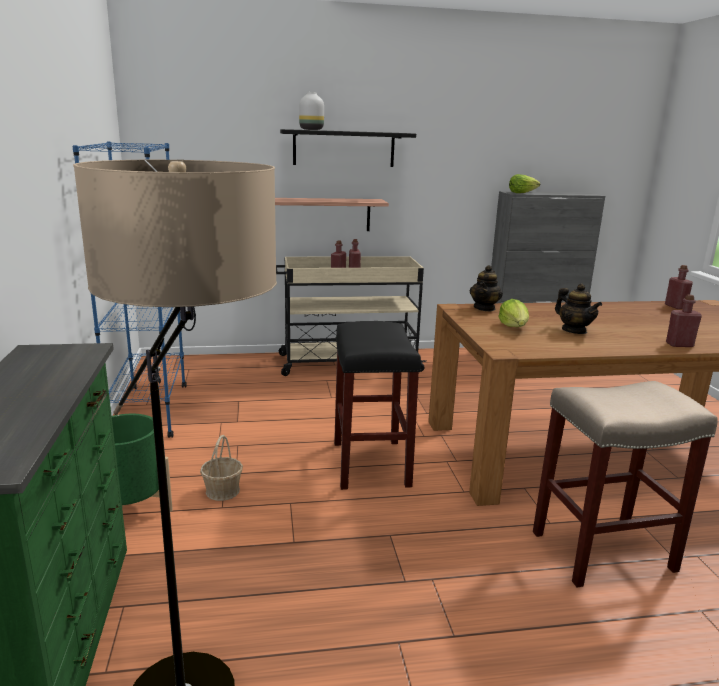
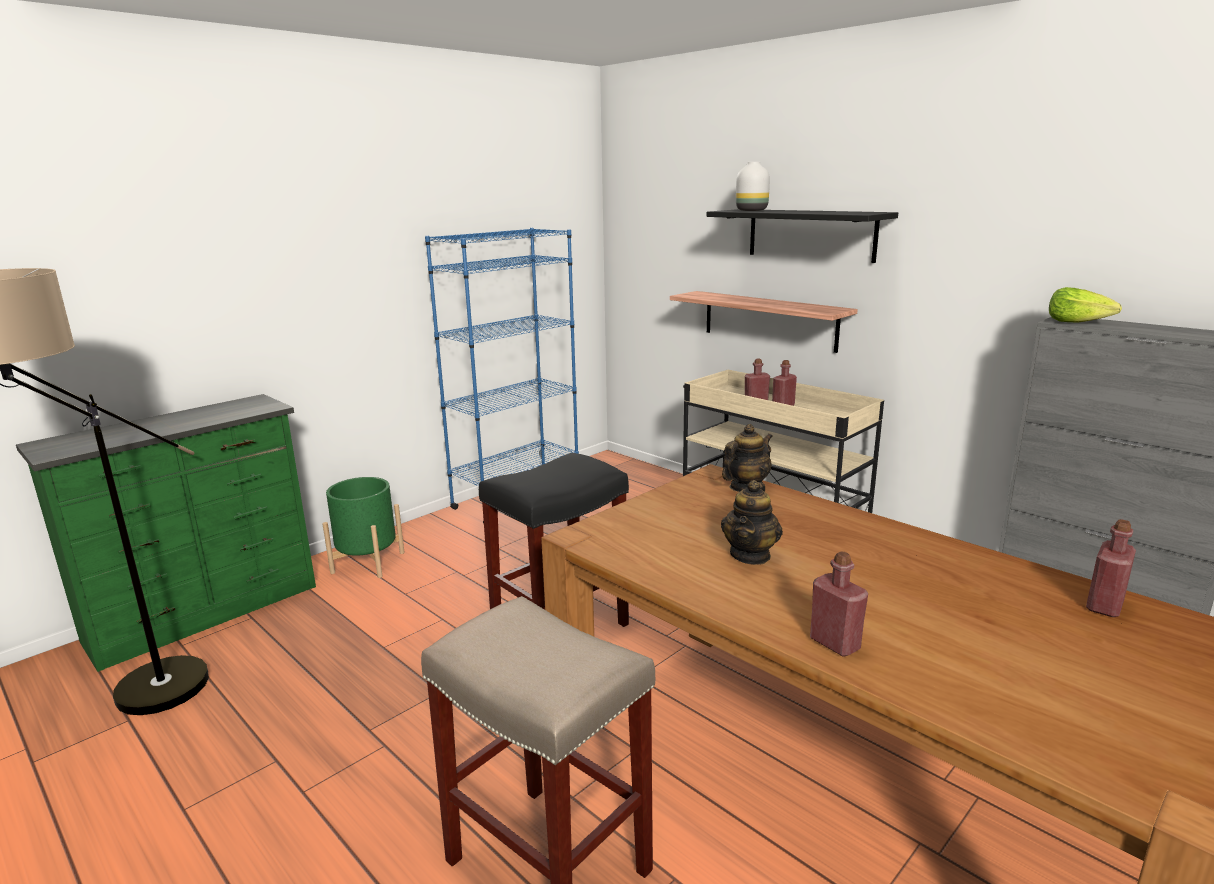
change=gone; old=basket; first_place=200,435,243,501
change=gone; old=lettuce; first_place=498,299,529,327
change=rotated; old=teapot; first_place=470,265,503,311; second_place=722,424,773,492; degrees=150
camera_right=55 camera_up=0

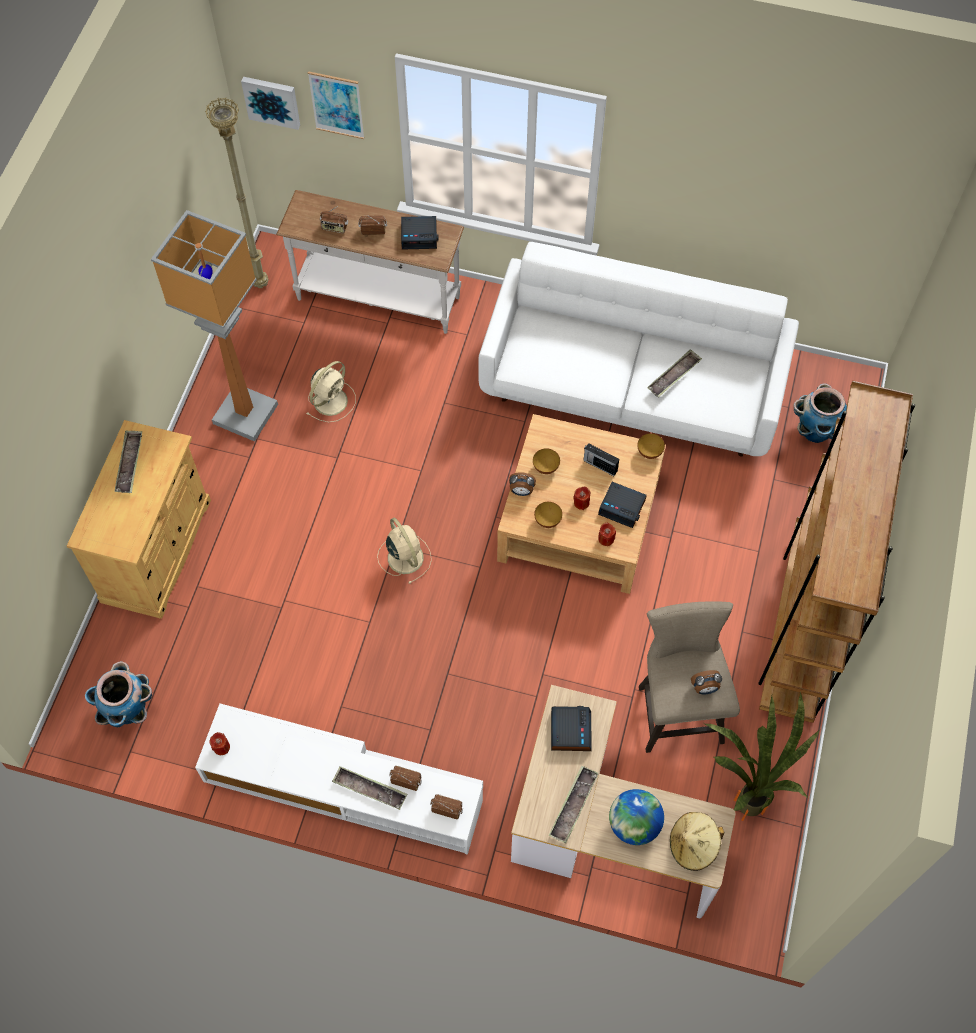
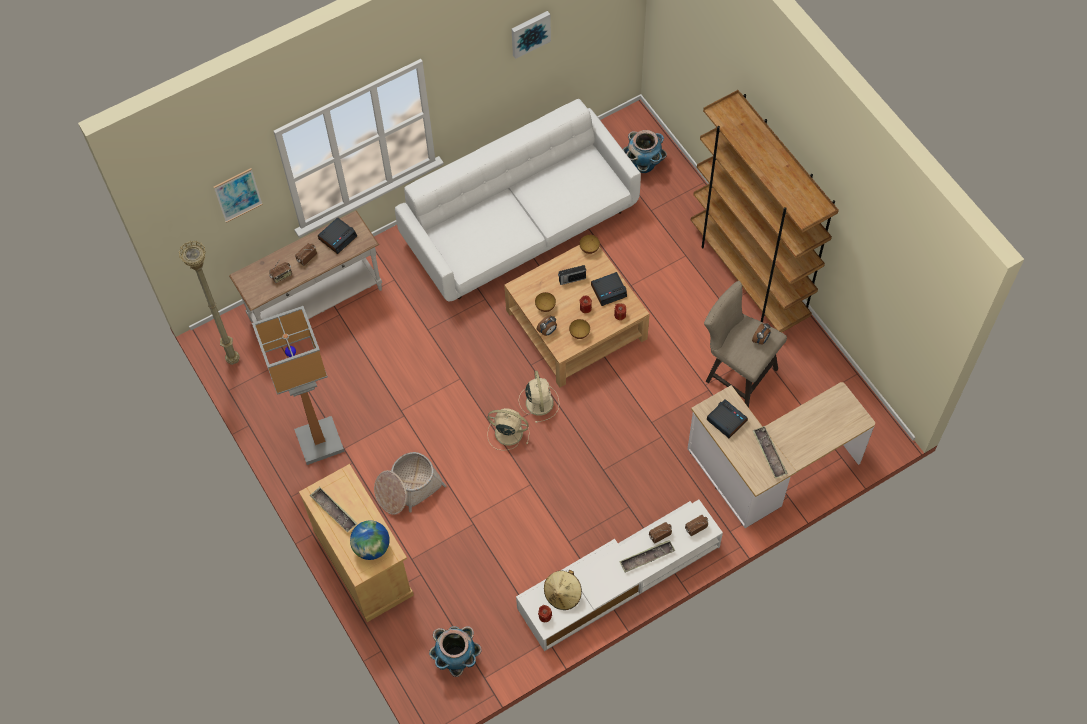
change=gone; old=tray; first_place=647,349,702,398
change=gone; old=potted plant; first_place=705,692,820,821
change=new; new=basket; second_place=374,452,447,515
change=shifted; old=picture; first_place=241,77,300,130; second_place=512,11,551,59
change=shifted; old=beige fan; first_place=306,361,356,422; second_place=519,371,559,423
change=shifted; old=globe; first_place=609,789,664,845; second_place=350,520,390,560
change=shifted; old=beige hat; first_place=670,812,725,871; second_place=544,570,582,610
camera_right=-45 camera_up=0

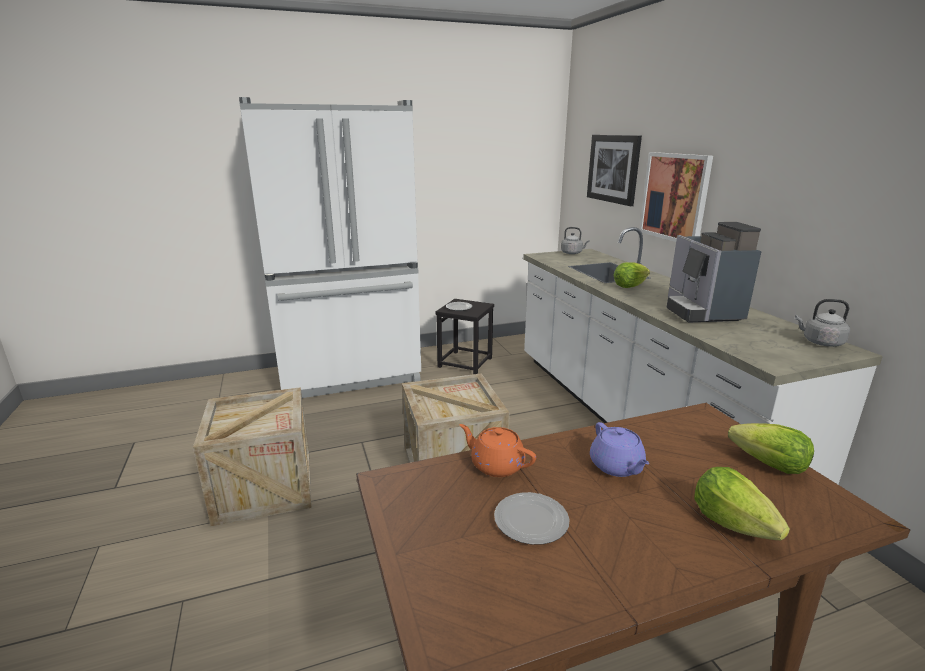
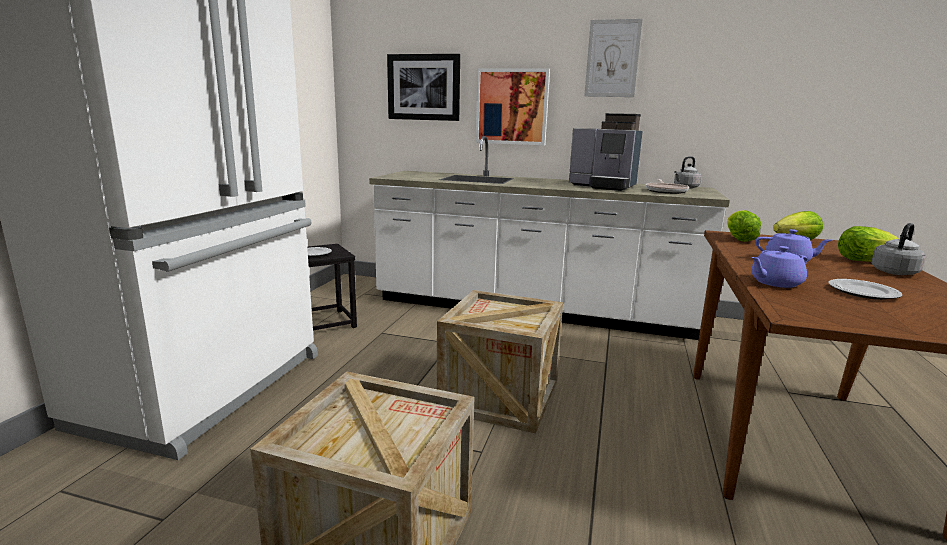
change=new; new=picture; second_place=584,19,643,97
change=new; new=frying pan; second_place=646,179,689,194
change=shifted; old=grey kettle; first_place=561,227,590,254; second_place=871,223,926,275
change=shifted; old=lettuce; first_place=614,262,650,288; second_place=727,210,761,242
change=repainted; old=orange teapot; new=purple teapot; first_place=459,424,536,477; second_place=751,246,807,288
camera_right=-55 camera_up=-5

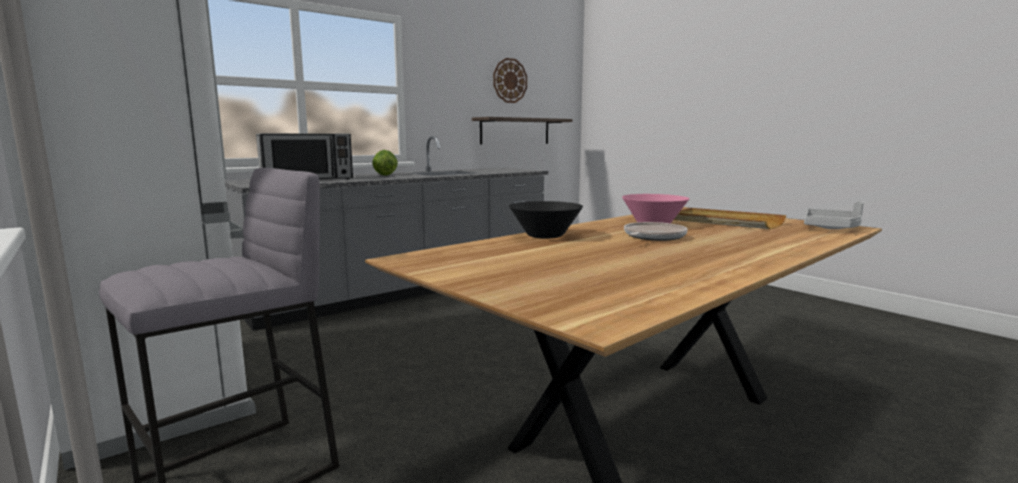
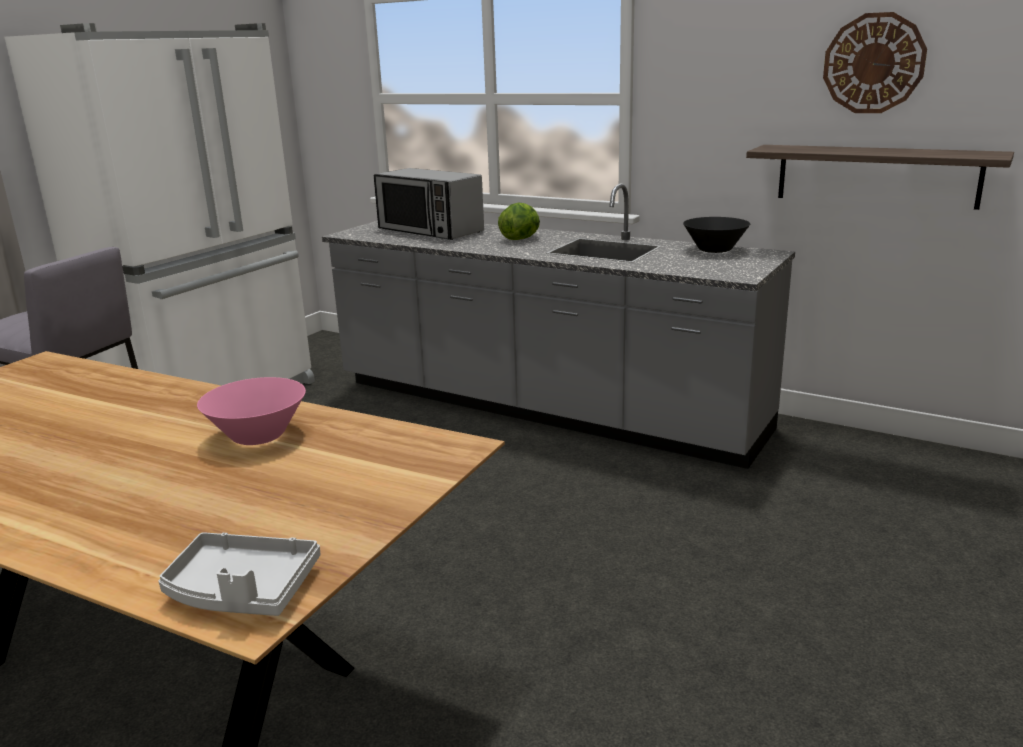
change=gone; old=frying pan; first_place=624,222,688,241
change=gone; old=beige tray; first_place=674,208,786,229
change=shifted; old=black bowl; first_place=509,201,583,239; second_place=683,217,750,253
camera_right=70 camera_up=10

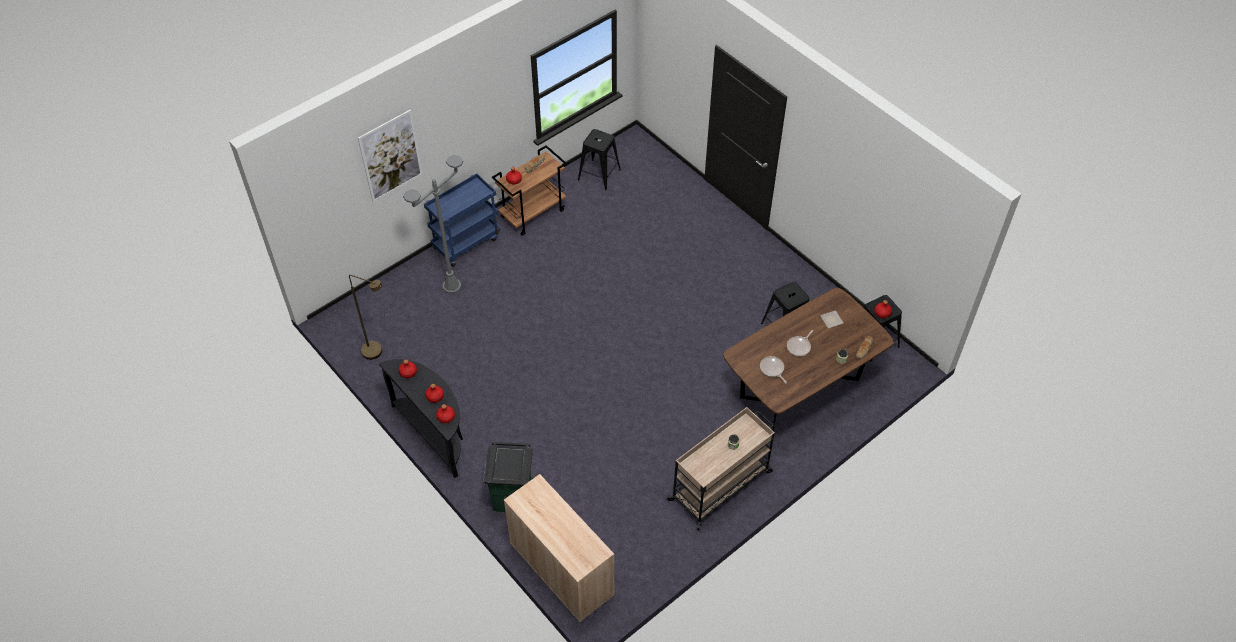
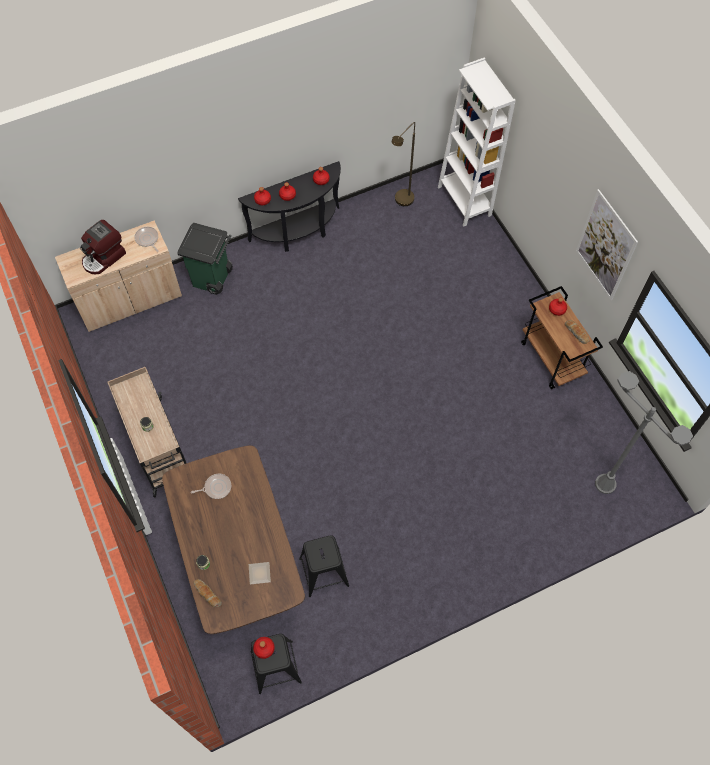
change=gone; old=blue cart; first_place=424,173,500,267
change=gone; old=black stool; first_place=578,129,621,190
change=new; new=coffee machine; second_place=80,220,126,274
change=new; new=white bookcase; second_place=438,58,516,227
change=shifted; old=picture; first_place=358,109,423,202; second_place=576,189,638,300
change=shifted; old=grey floor lamp; first_place=403,155,464,293; second_place=595,371,693,494
change=shifted; old=frying pan; first_place=787,330,813,356; second_place=134,227,159,252
camera_right=105 camera_up=10

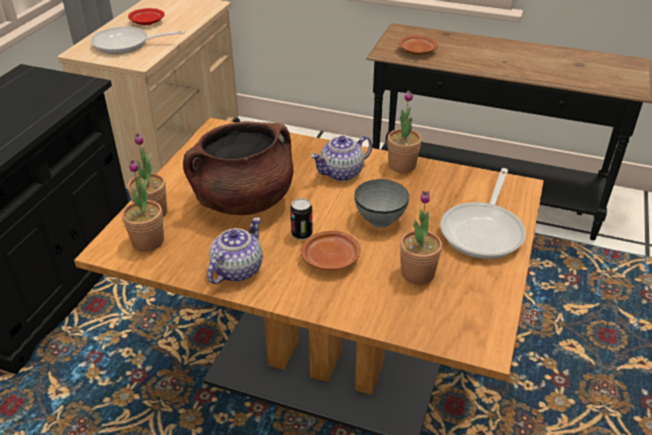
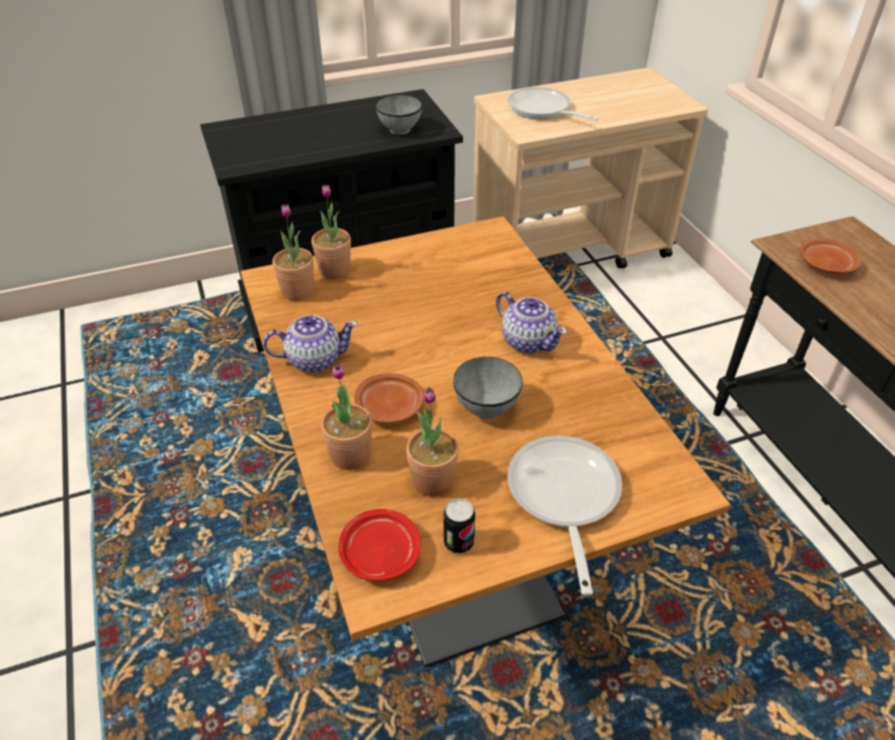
change=gone; old=brown cooking pot; first_place=183,121,293,215
change=new; new=grey bowl; second_place=376,95,422,135
change=shifted; old=red plate; first_place=128,8,165,25; second_place=338,509,421,581
change=shifted; old=can; first_place=290,198,313,240; second_place=444,498,475,554
change=shifted; old=potted plant; first_place=387,91,422,173; second_place=321,364,372,470
change=rotated; old=teapot; first_place=310,136,372,181; second_place=496,292,567,353; degrees=-150
change=rotated; old=frying pan; first_place=440,168,526,259; second_place=508,435,622,596; degrees=105
camera_right=50 camera_up=5

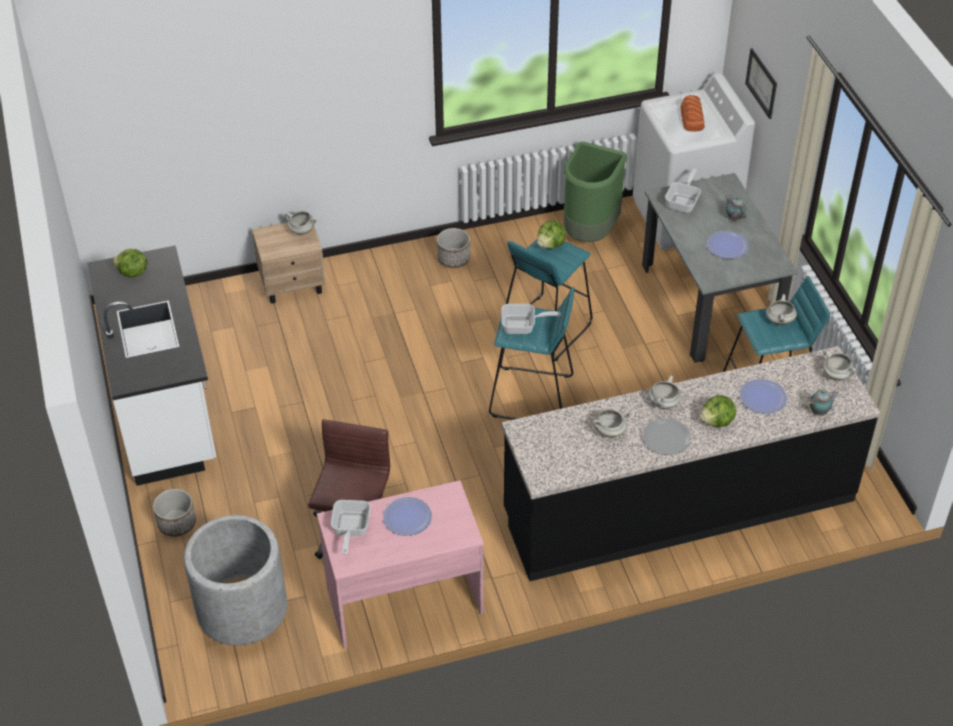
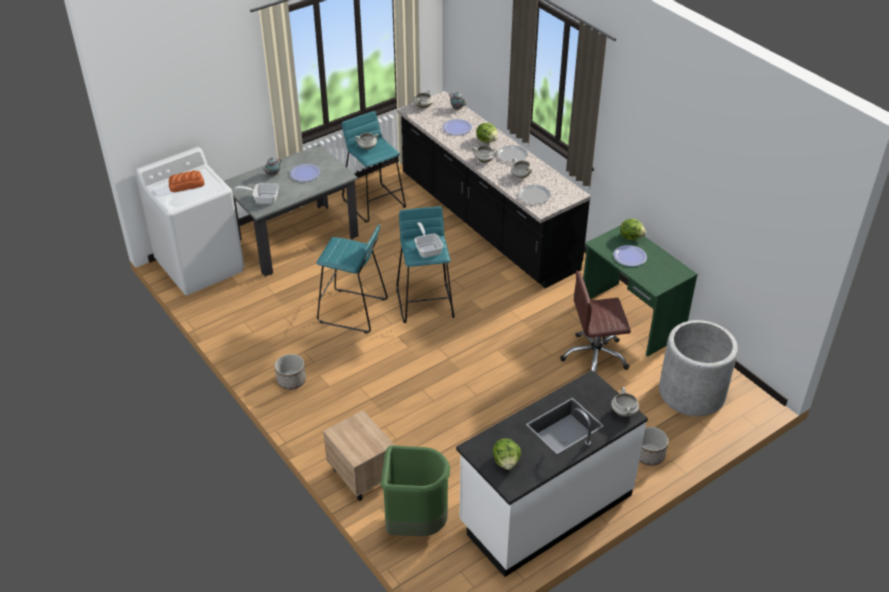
change=gone; old=frying pan; first_place=331,500,371,555
change=gone; old=picture; first_place=745,48,777,119
change=new; new=plate; second_place=518,184,551,204
change=shifted; old=white cooking pot; first_place=285,211,316,235; second_place=611,387,639,417
change=shifted; old=lettuce; first_place=537,221,566,249; second_place=620,219,646,240
change=shifted; old=green trash can; first_place=563,142,627,242; second_place=381,445,450,536
change=repainted; old=pink desk; new=green desk; first_place=317,480,484,648; second_place=583,225,698,357
camera_right=-110 camera_up=-5

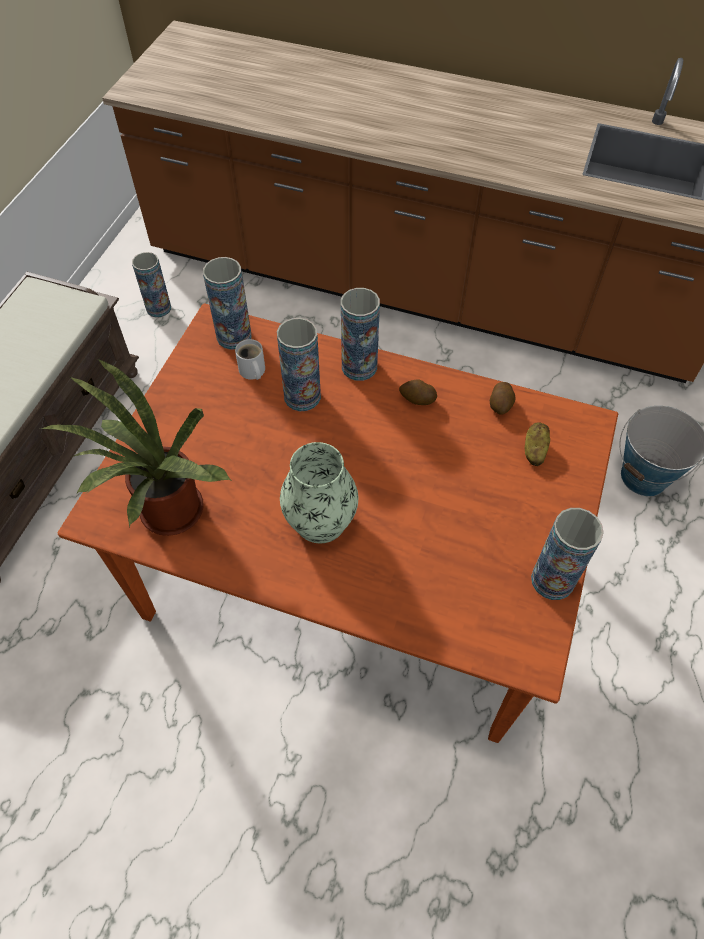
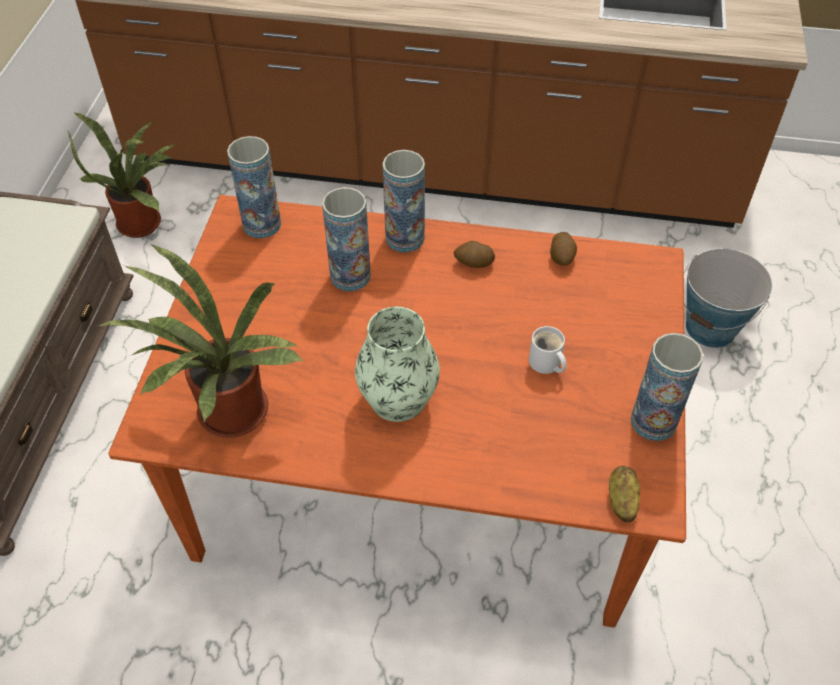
change=shifted; old=white mug; first_place=235,339,265,380; second_place=529,326,567,374
change=shifted; old=potato; first_place=525,422,550,466; second_place=609,466,640,522
change=swapped; old=vase; new=potted plant; first_place=132,252,171,318; second_place=68,112,178,238
camera_right=-10 camera_up=-5

